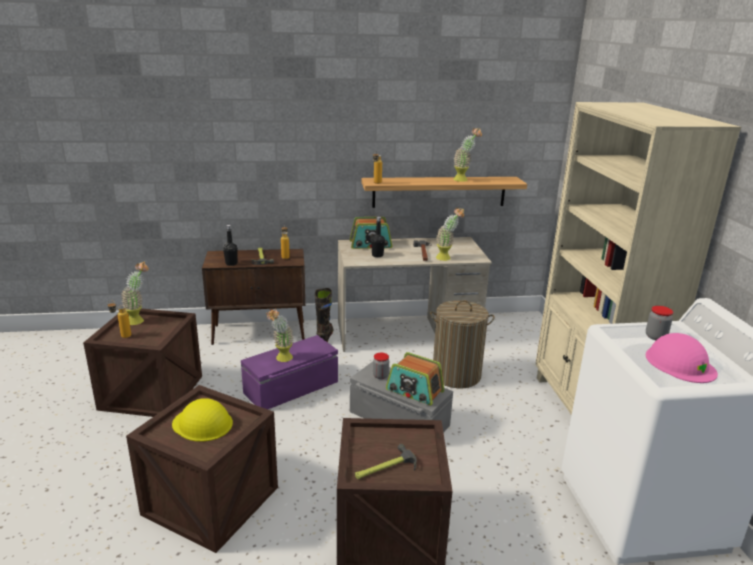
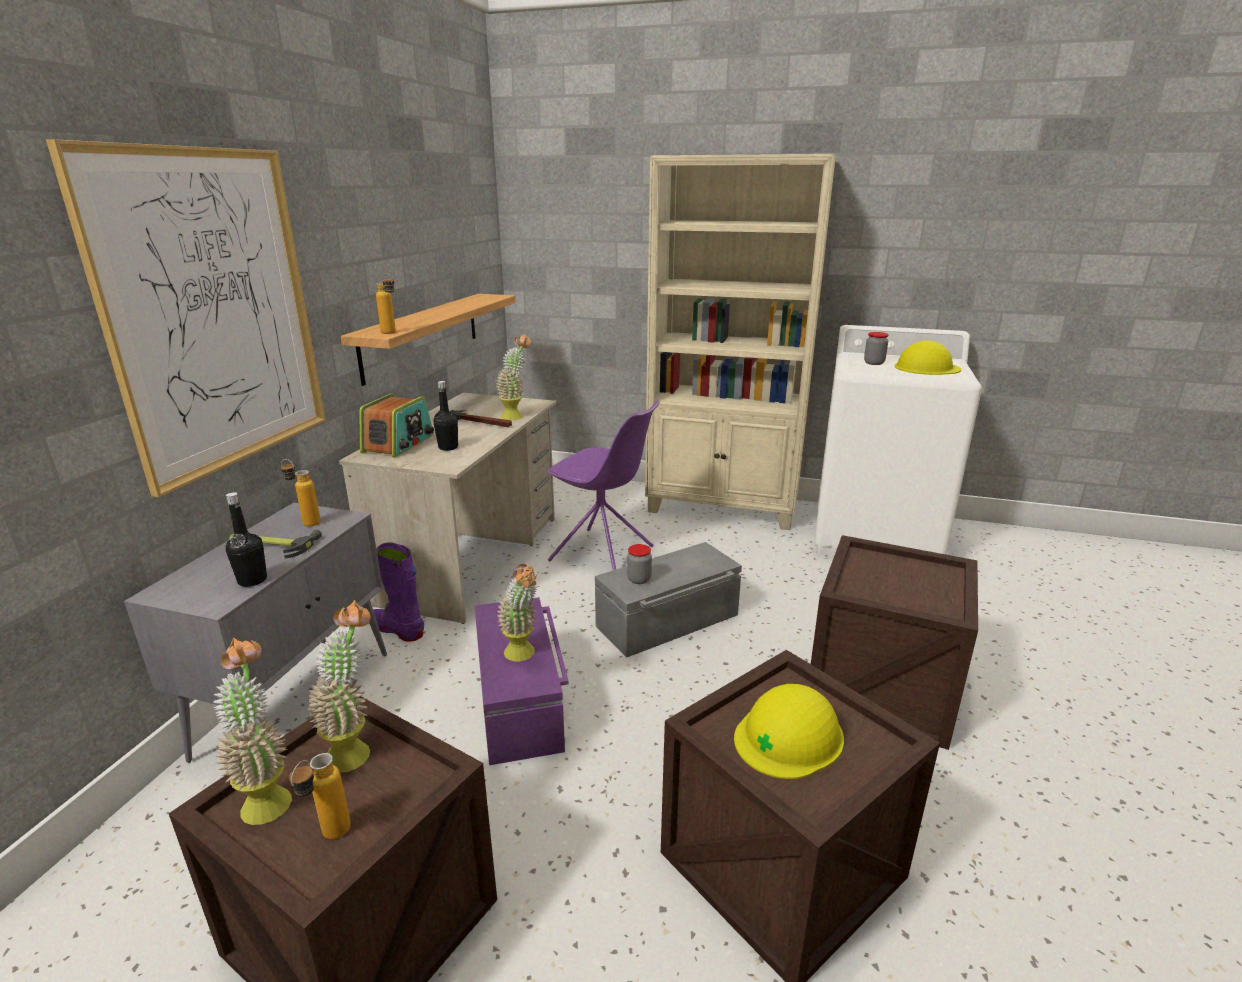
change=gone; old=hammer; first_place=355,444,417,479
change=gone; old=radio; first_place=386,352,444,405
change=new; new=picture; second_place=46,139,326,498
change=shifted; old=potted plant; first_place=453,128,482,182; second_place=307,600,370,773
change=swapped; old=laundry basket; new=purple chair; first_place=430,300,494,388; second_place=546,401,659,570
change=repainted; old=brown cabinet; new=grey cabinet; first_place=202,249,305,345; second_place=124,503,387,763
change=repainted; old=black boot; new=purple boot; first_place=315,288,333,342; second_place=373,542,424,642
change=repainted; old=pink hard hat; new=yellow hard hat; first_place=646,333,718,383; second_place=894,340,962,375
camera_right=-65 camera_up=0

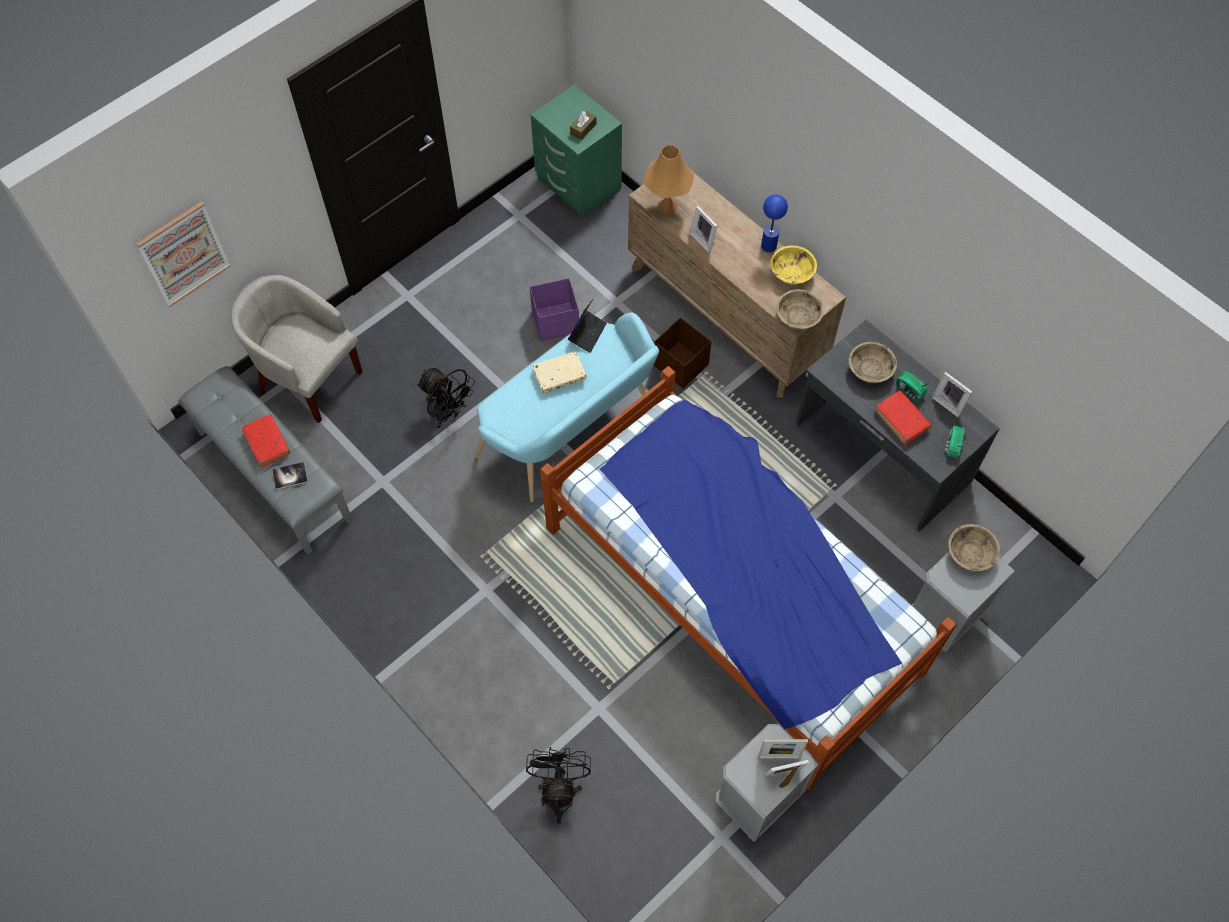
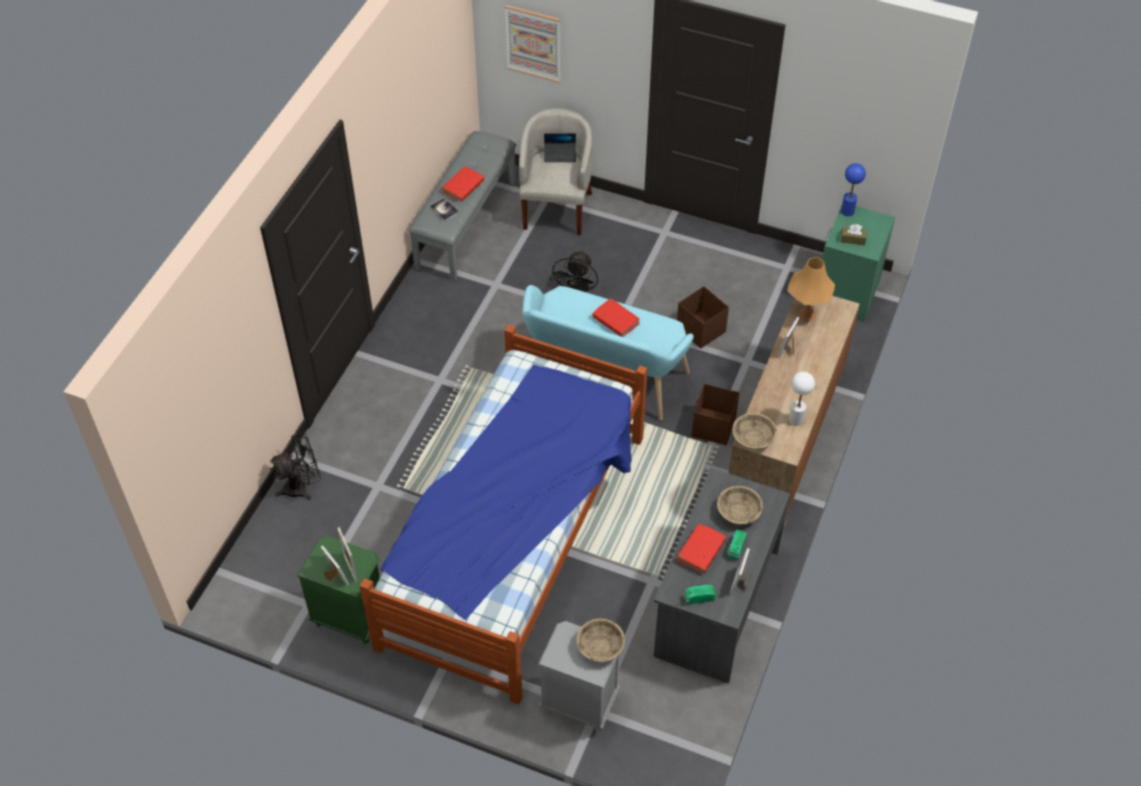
change=shifted; old=laptop; first_place=568,299,607,353; second_place=544,133,576,162
change=shifted; old=blue table lamp; first_place=761,195,788,252; second_place=841,163,866,216
change=swapped; old=yellow bowl; new=white table lamp; first_place=770,246,817,284; second_place=789,372,815,426
change=repainted; old=purple storage box; new=brown storage box; first_place=530,278,579,341; second_place=677,286,729,348
change=repainted; old=beige book; new=red book; first_place=532,351,586,393; second_place=592,298,640,337
change=repainted; old=grey nightstand; new=green nightstand; first_place=715,724,819,842; second_place=297,536,380,644
camera_right=65 camera_up=-10

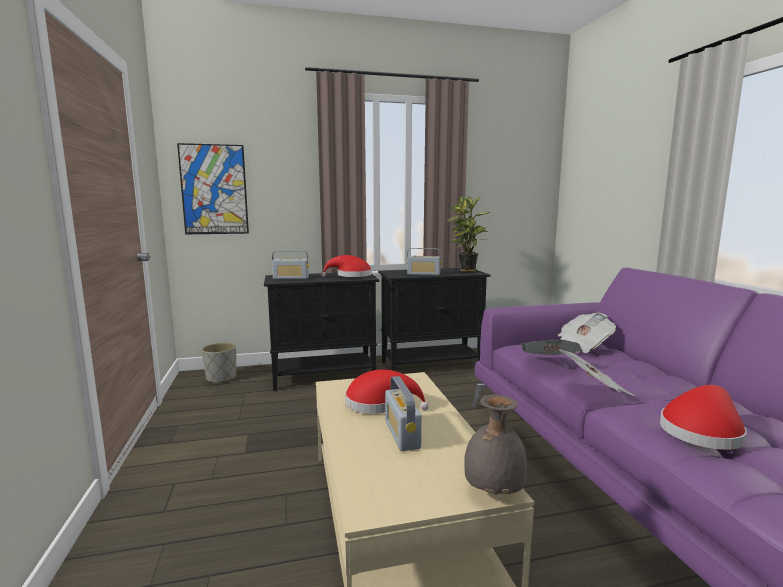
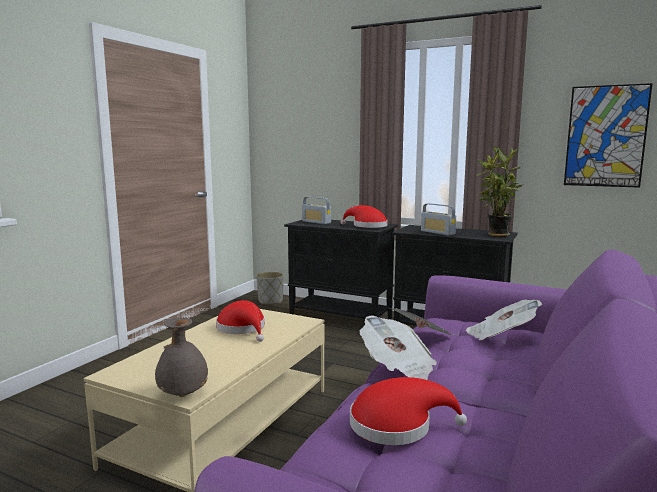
change=gone; old=radio; first_place=385,376,422,451
change=shifted; old=picture; first_place=177,143,249,234; second_place=564,83,653,188
camera_right=40 camera_up=0

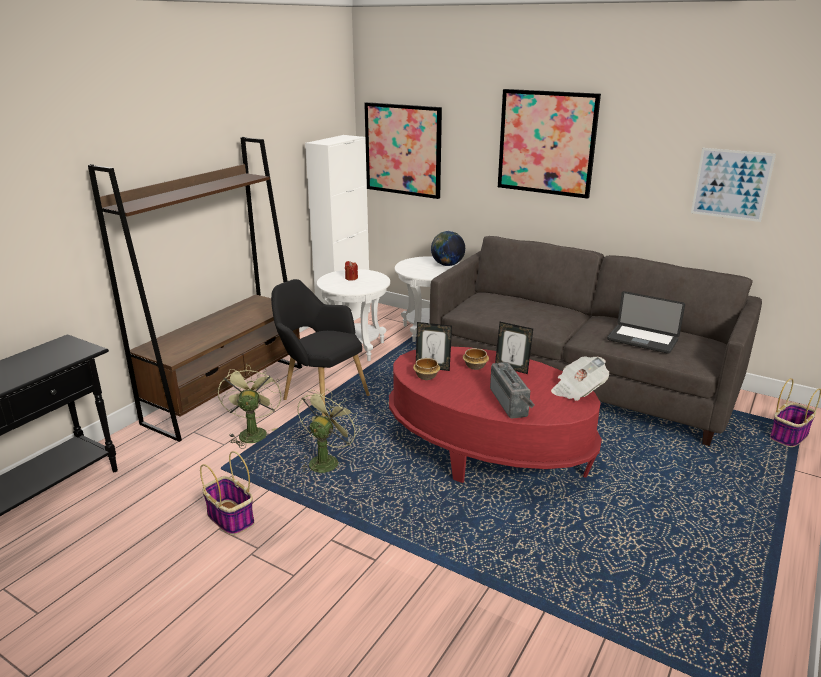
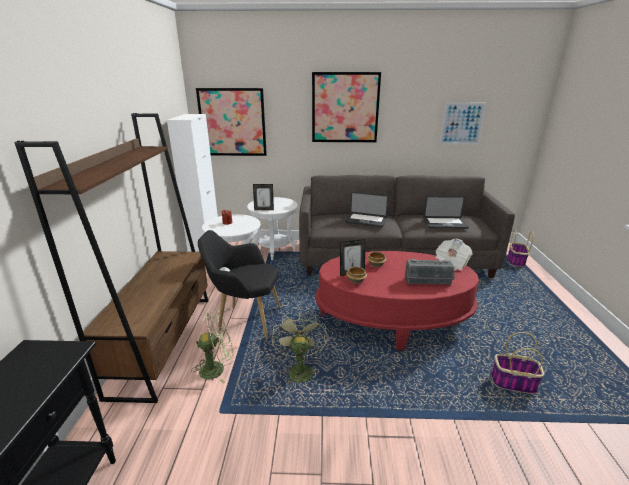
change=gone; old=globe; first_place=431,231,465,266
change=new; new=laptop; second_place=345,192,389,227
change=shifted; old=basket; first_place=200,451,255,535; second_place=491,332,544,394
change=shifted; old=picture frame; first_place=495,322,533,374; second_place=253,184,274,210
change=rotated; old=green fan; first_place=218,364,281,449; second_place=191,310,234,384; degrees=105
change=rotated; old=radio; first_place=490,362,535,419; second_place=405,259,455,285; degrees=135
camera_right=-30 camera_up=0

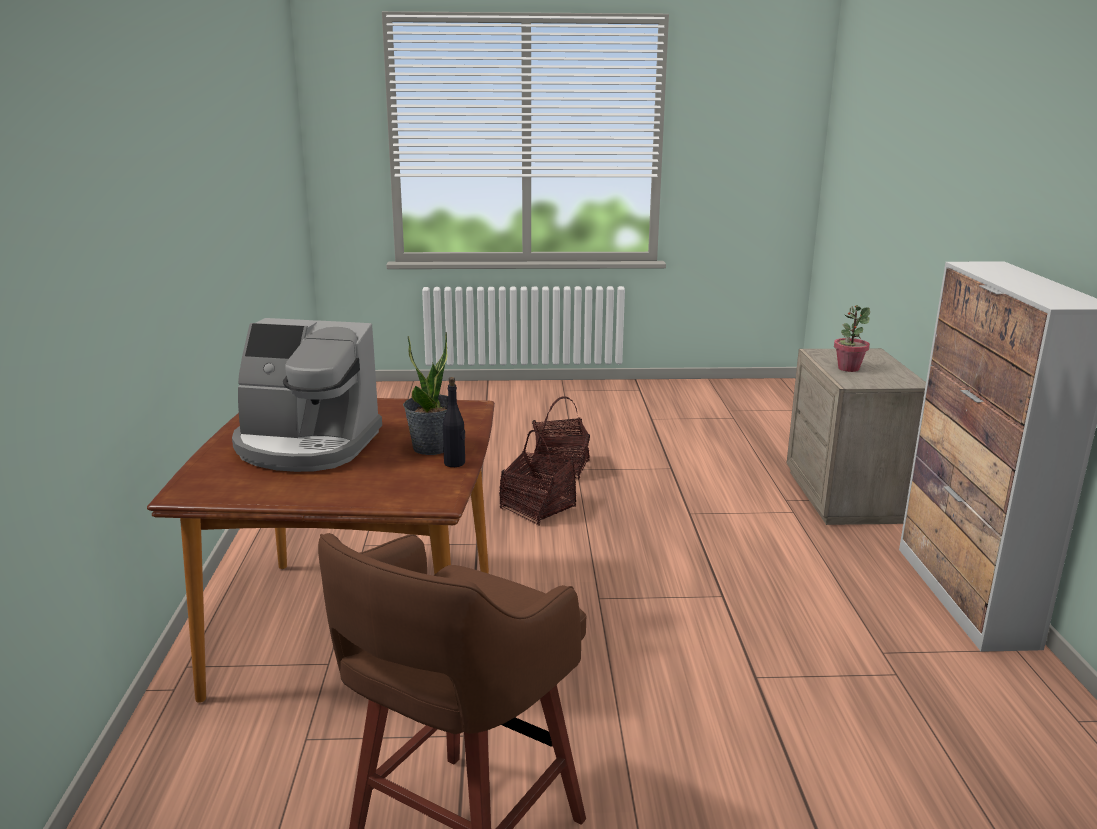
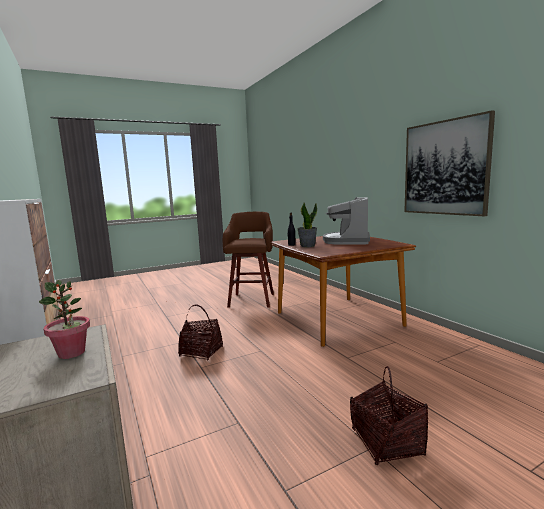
change=new; new=picture; second_place=404,111,495,216
change=shifted; old=basket; first_place=499,430,576,525; second_place=178,305,223,361
change=rotated; old=coffee machine; first_place=232,318,382,472; second_place=323,197,370,244; degrees=-60
camera_right=155 camera_up=-10

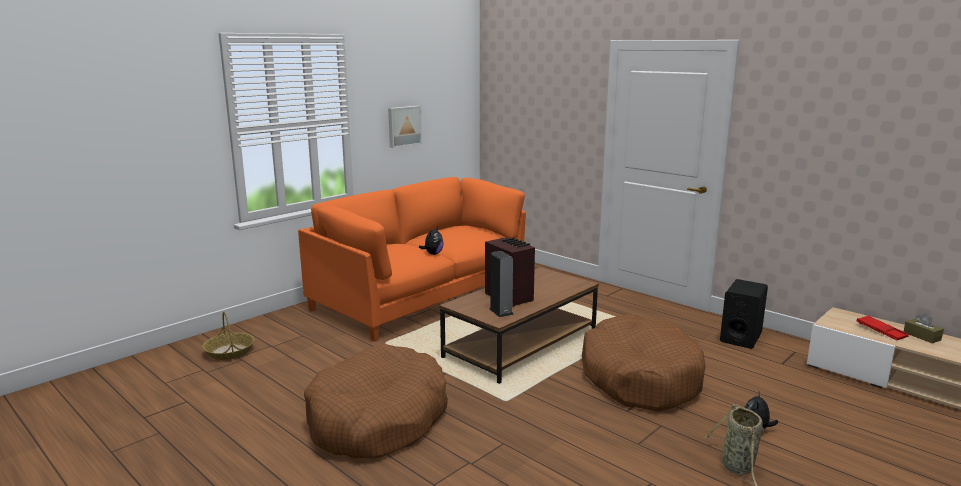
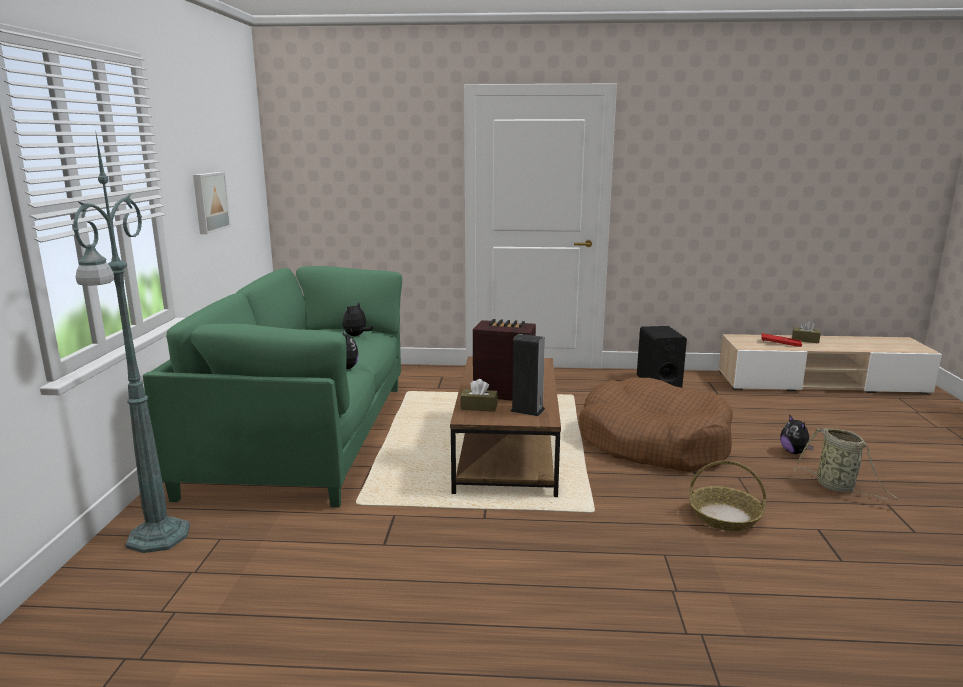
change=gone; old=brown dog bed; first_place=304,344,448,458
change=new; new=green floor lamp; second_place=73,129,190,553
change=new; new=plush toy; second_place=343,302,373,336
change=new; new=brown tissue box; second_place=460,379,498,412
change=shifted; old=basket; first_place=202,312,254,360; second_place=689,460,766,531
change=repainted; old=orange sofa; new=green sofa; first_place=298,177,526,342; second_place=143,266,402,508
camera_right=-40 camera_up=0

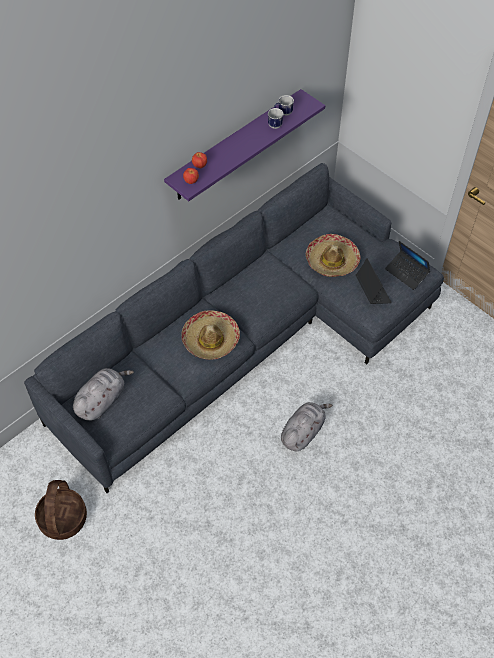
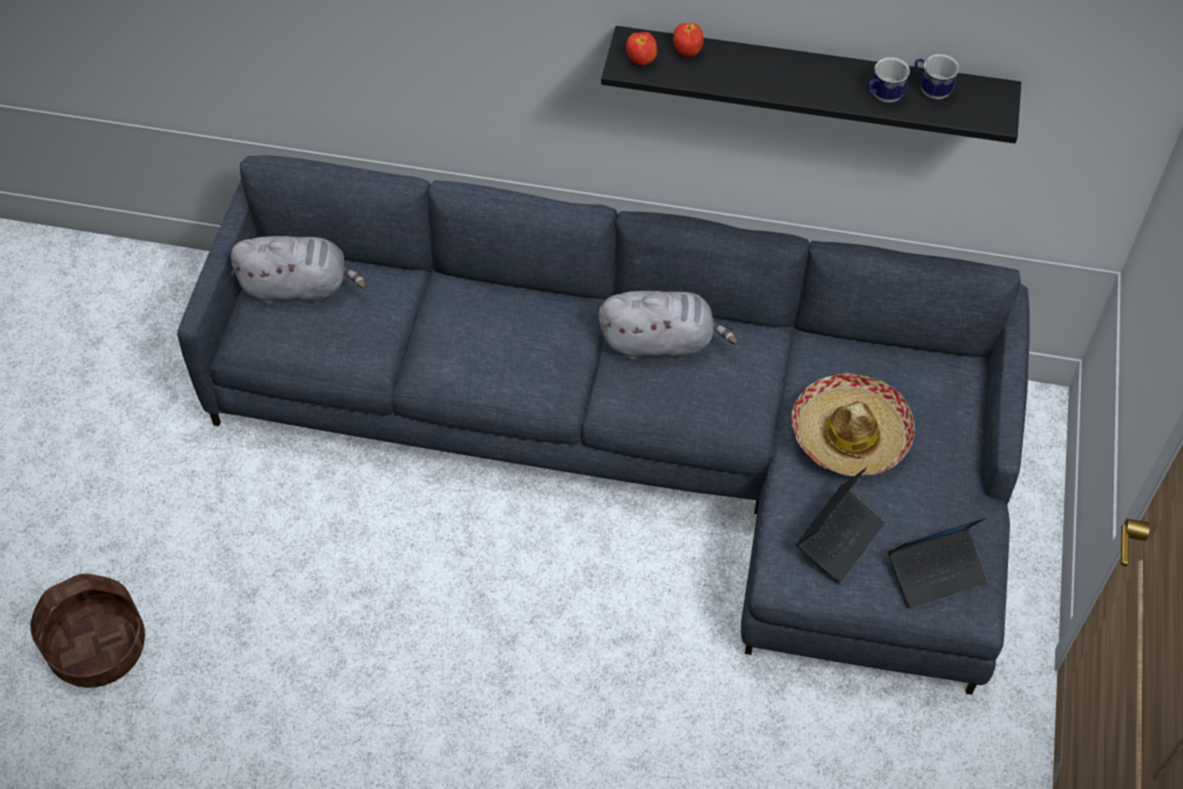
change=gone; old=hat; first_place=181,310,240,360
change=shifted; old=basket; first_place=35,480,87,540; second_place=30,574,145,688
change=shifted; old=grey plush toy; first_place=281,402,333,452; second_place=599,291,738,360
change=repainted; old=purple shelf; new=black shelf; first_place=164,89,325,201; second_place=601,26,1021,143
change=rotated; old=laptop; first_place=385,241,430,290; second_place=888,517,988,608; degrees=-120
camera_right=55 camera_up=0

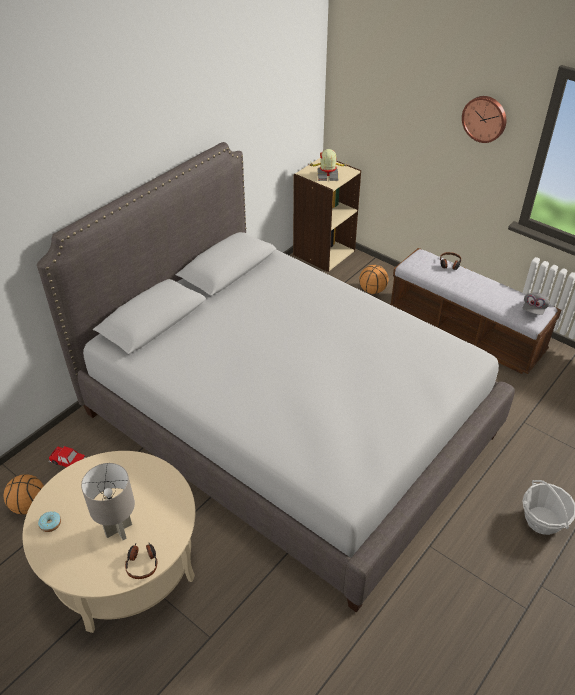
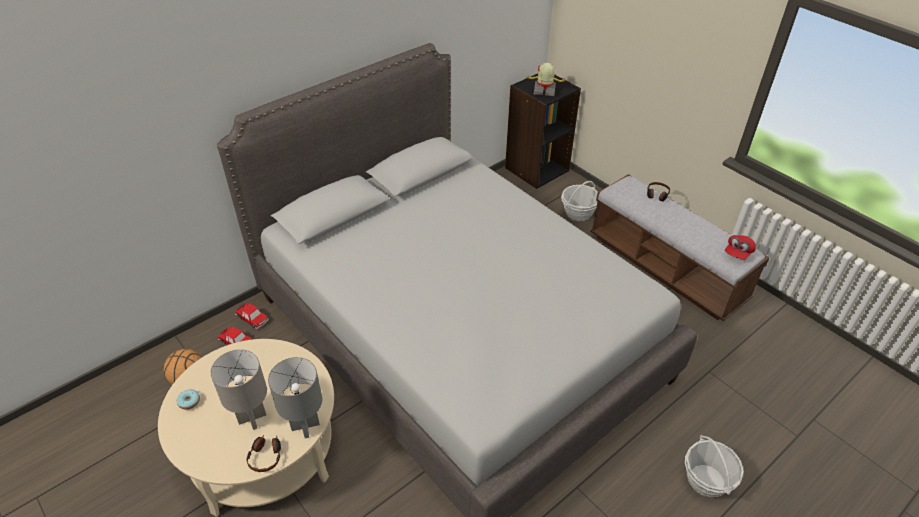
change=gone; old=wall clock; first_place=462,96,506,143
change=new; new=toy car; second_place=235,303,269,330
change=new; new=grey table lamp; second_place=268,357,322,438
change=swapped; old=basketball; new=basket; first_place=359,265,389,294; second_place=561,181,598,221
change=repainted; old=beige bookcase; new=black bookcase; first_place=293,158,361,272; second_place=505,74,581,189
change=repainted; old=grey cap; new=red cap; first_place=523,293,550,315; second_place=725,235,756,260
camera_right=10 camera_up=0

